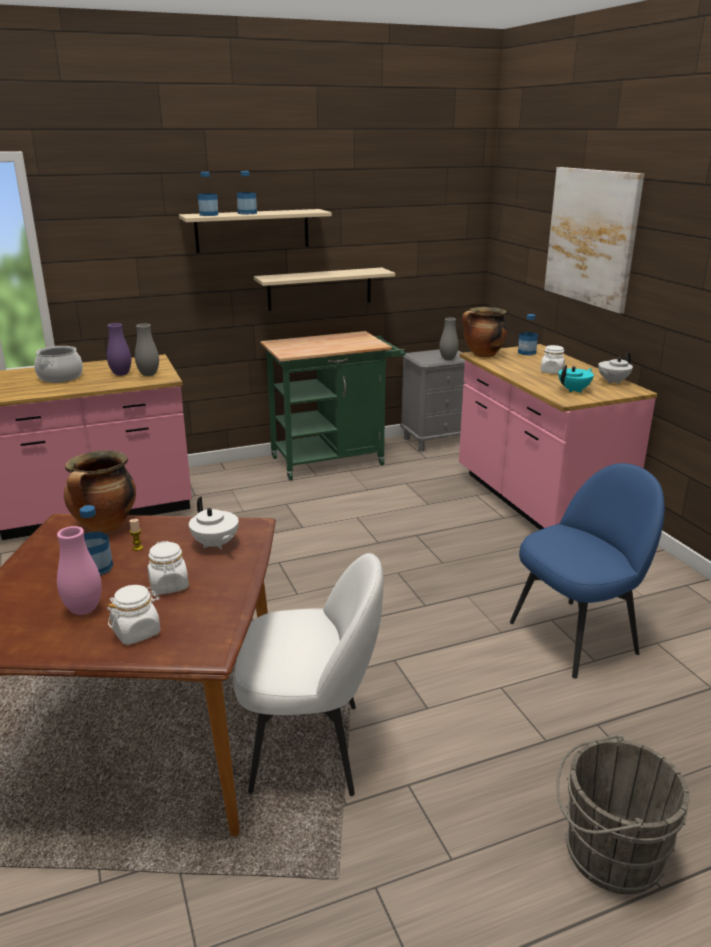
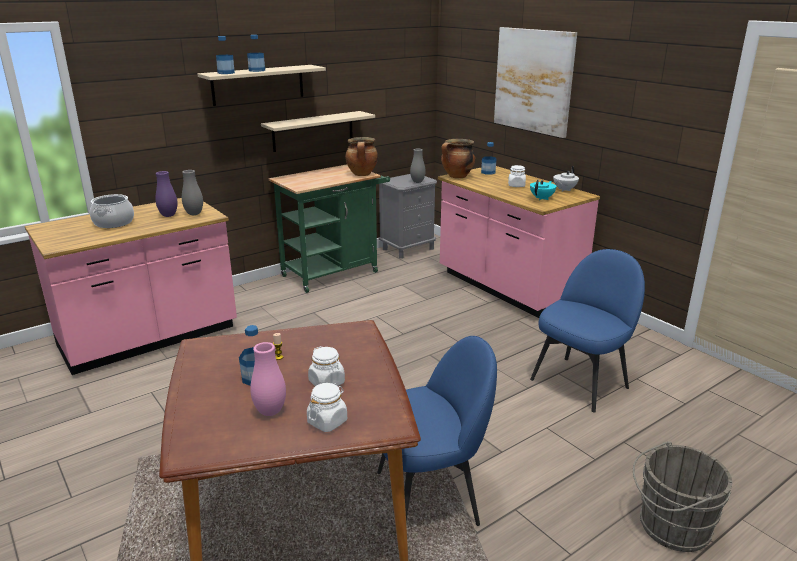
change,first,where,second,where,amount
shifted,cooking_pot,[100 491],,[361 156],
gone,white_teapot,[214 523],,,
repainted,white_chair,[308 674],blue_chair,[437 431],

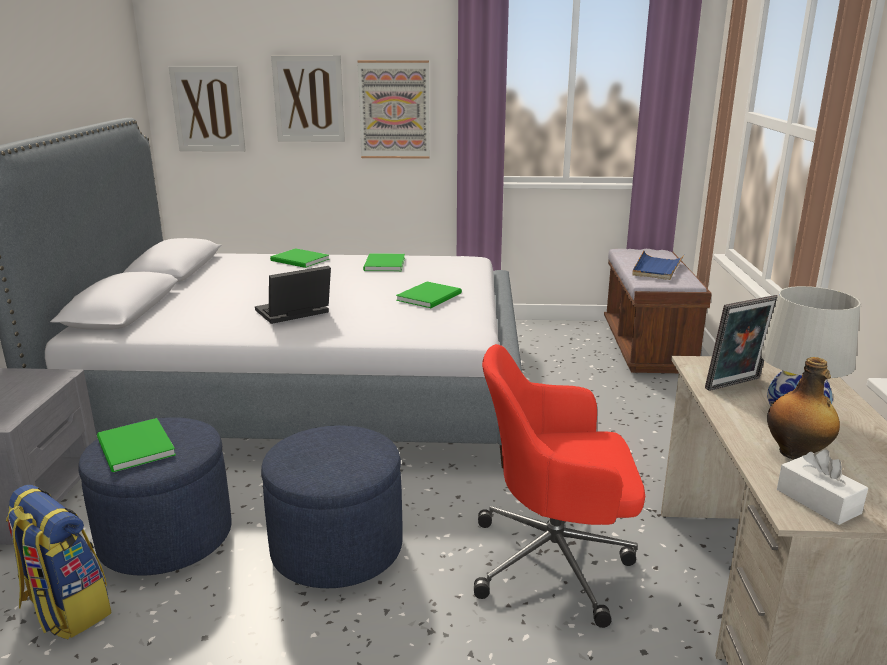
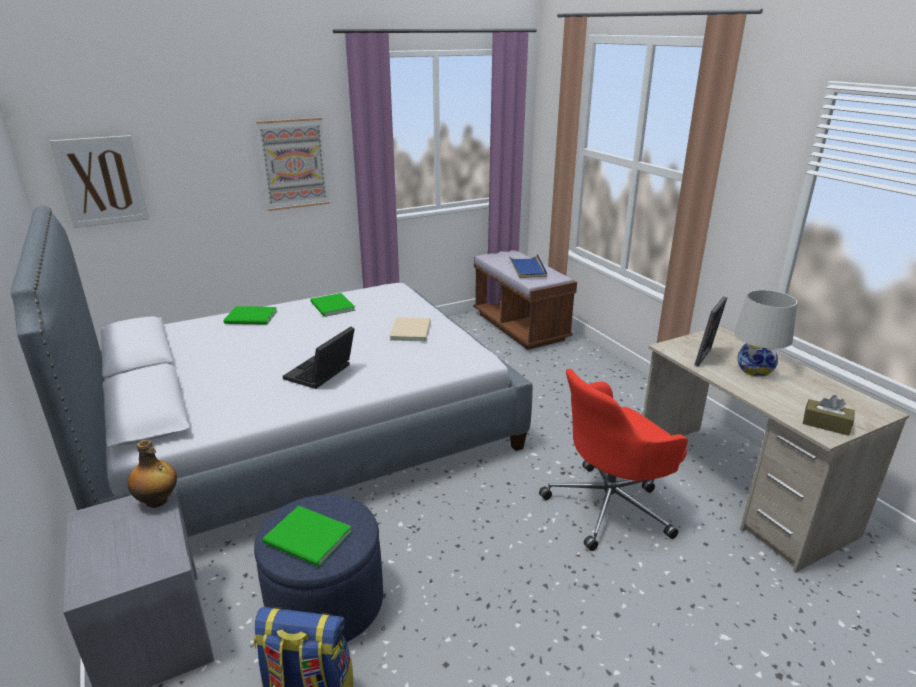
change,first,where,second,where,amount
gone,picture,[308 98],,,
repainted,green_book,[429 294],beige_book,[410 329],
shifted,bottle,[803 408],,[152 474],
gone,blue_ottoman,[331 506],,,
repainted,white_tissue_box,[822 487],brown_tissue_box,[829 415],

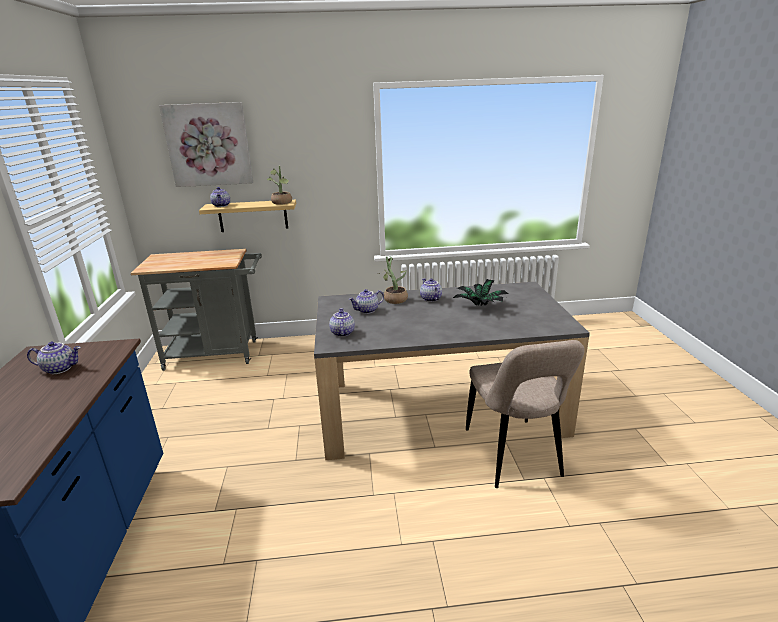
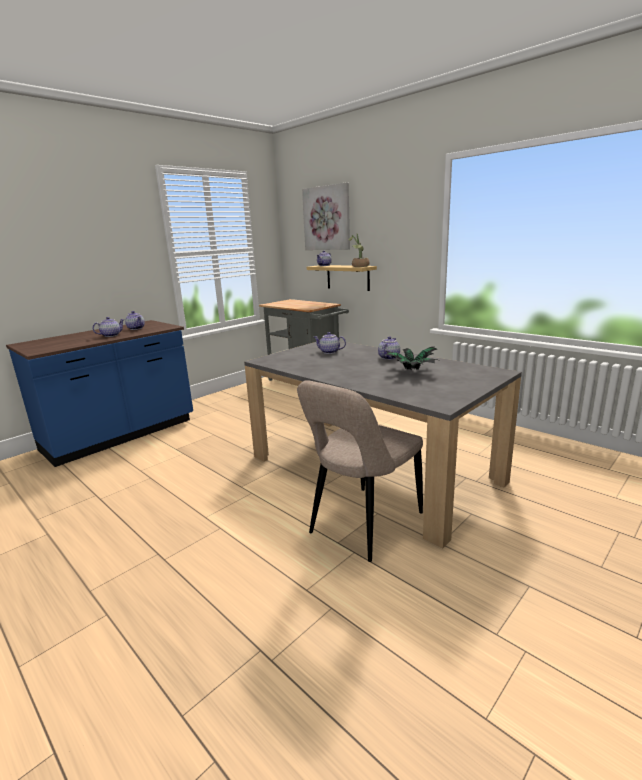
change,first,where,second,where,amount
gone,potted_plant,[393 280],,,
shifted,teapot,[342 322],,[108 327],

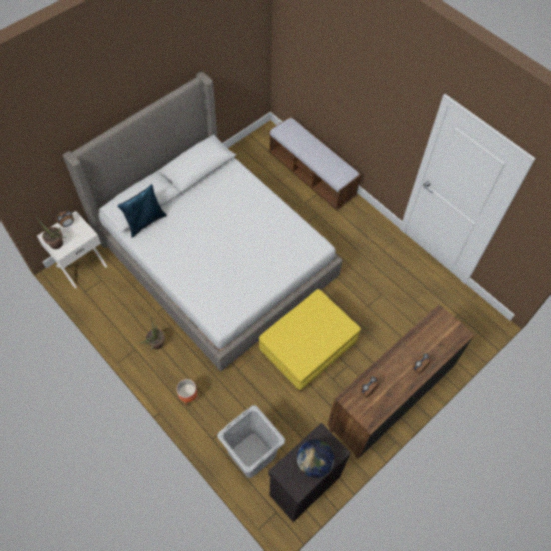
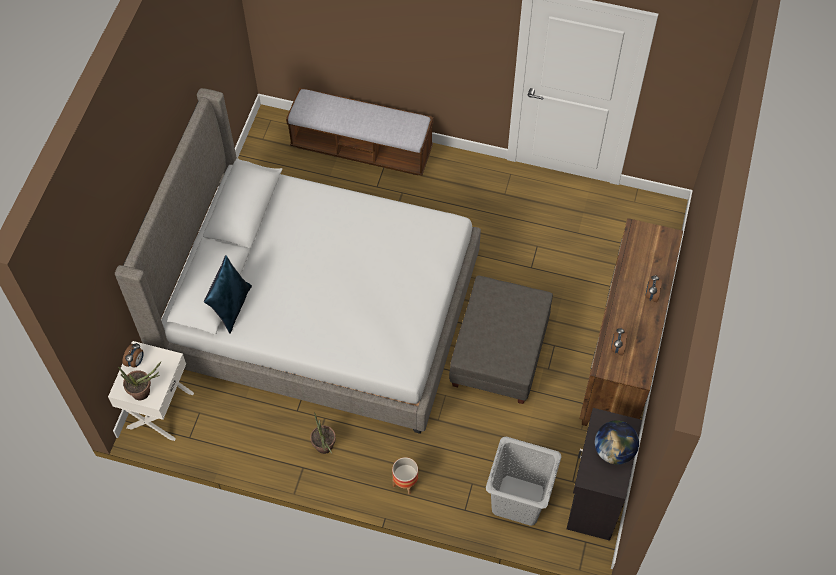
change,first,where,second,where,amount
repainted,yellow_ottoman,[310 340],grey_ottoman,[501 340],

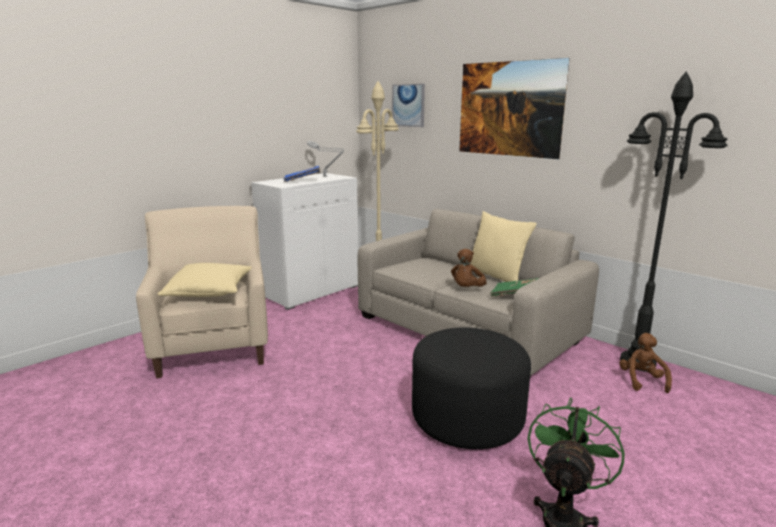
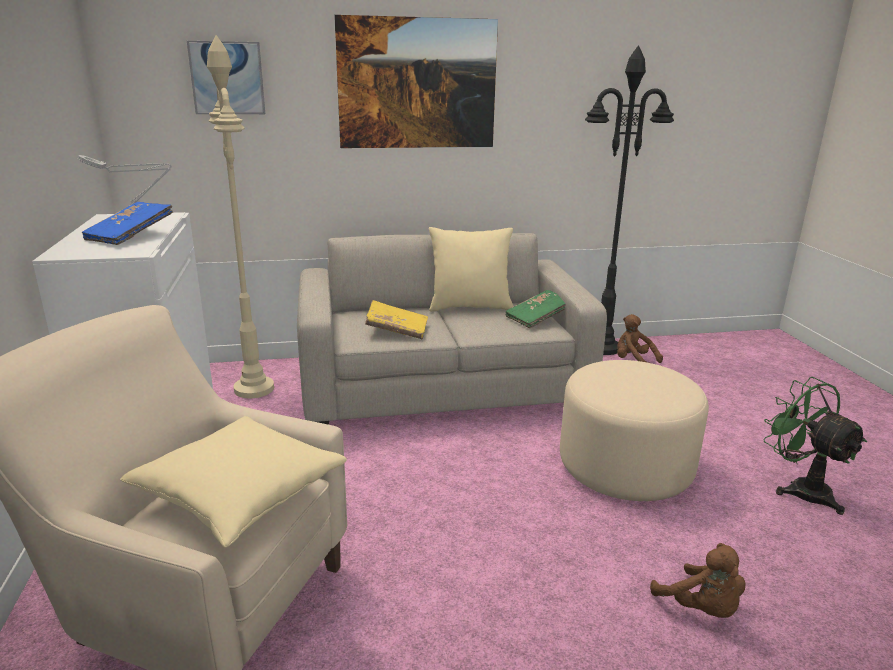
change,first,where,second,where,amount
shifted,brown_plush_toy,[469 268],,[698 580],
repainted,black_ottoman,[471 388],beige_ottoman,[634 430],
new,,,yellow_book,[396 319],

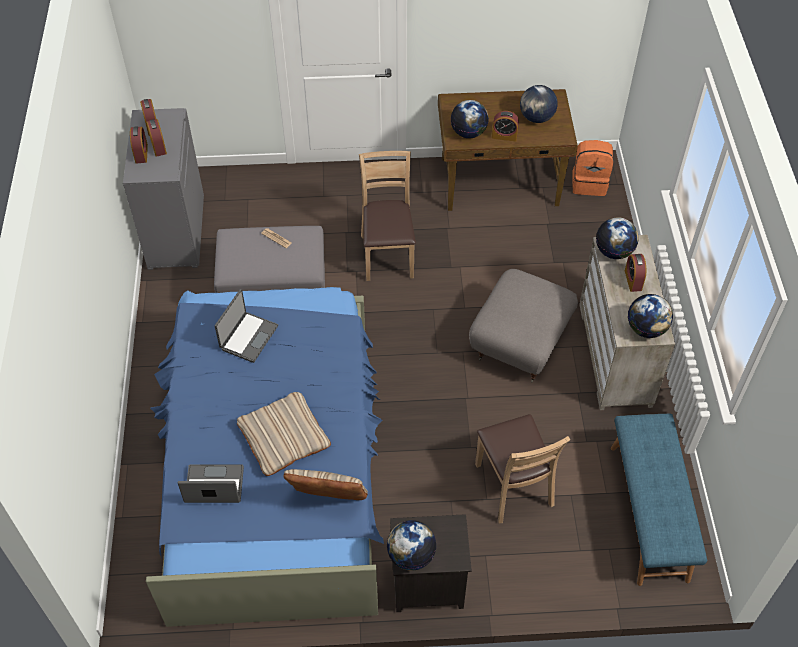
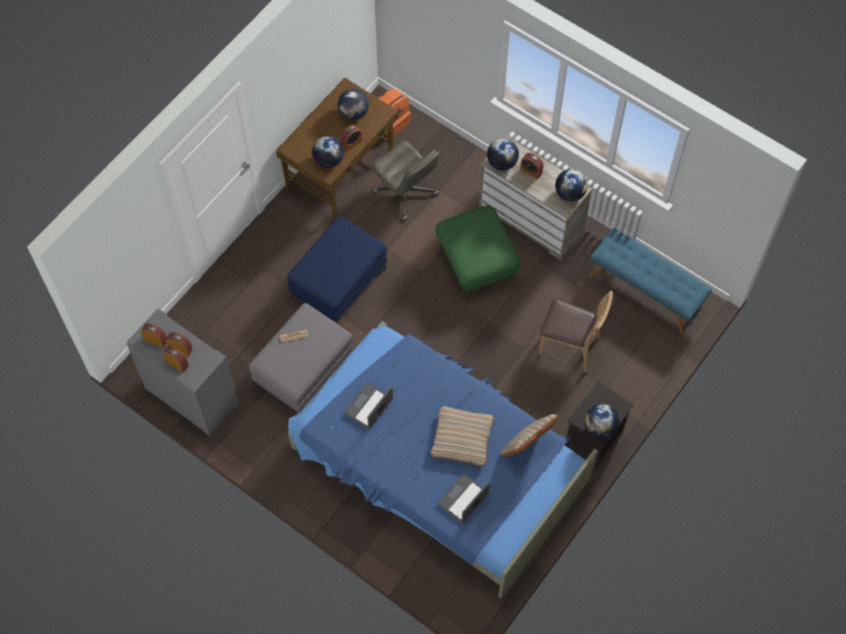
change,first,where,second,where,amount
swapped,brown_chair,[387 216],blue_ottoman,[337 270],
repainted,grey_ottoman,[523 326],green_ottoman,[478 250],
rotated,laptop,[246 326],,[368 406],120 degrees counterclockwise
new,,,grey_office_chair,[405 180],

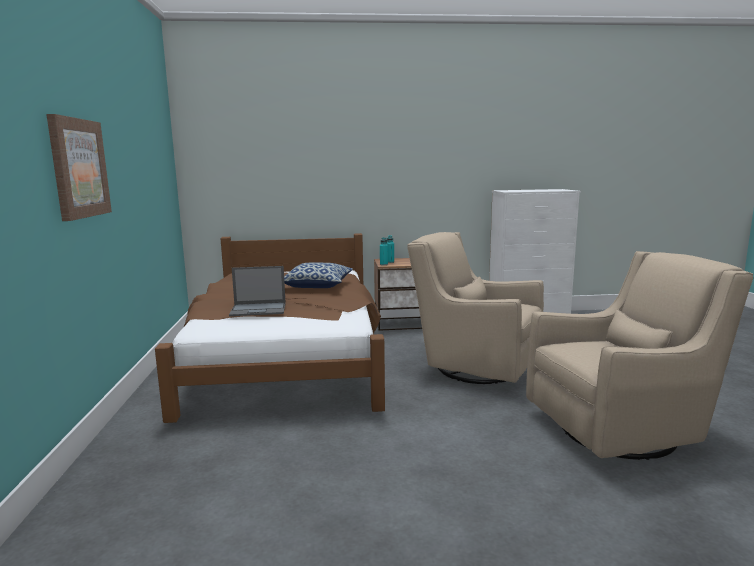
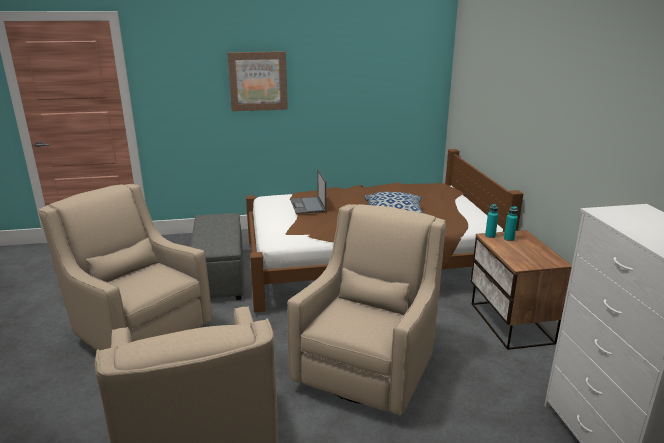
change,first,where,second,where,amount
new,,,beige_armchair,[125 267],
new,,,grey_ottoman,[217 256],

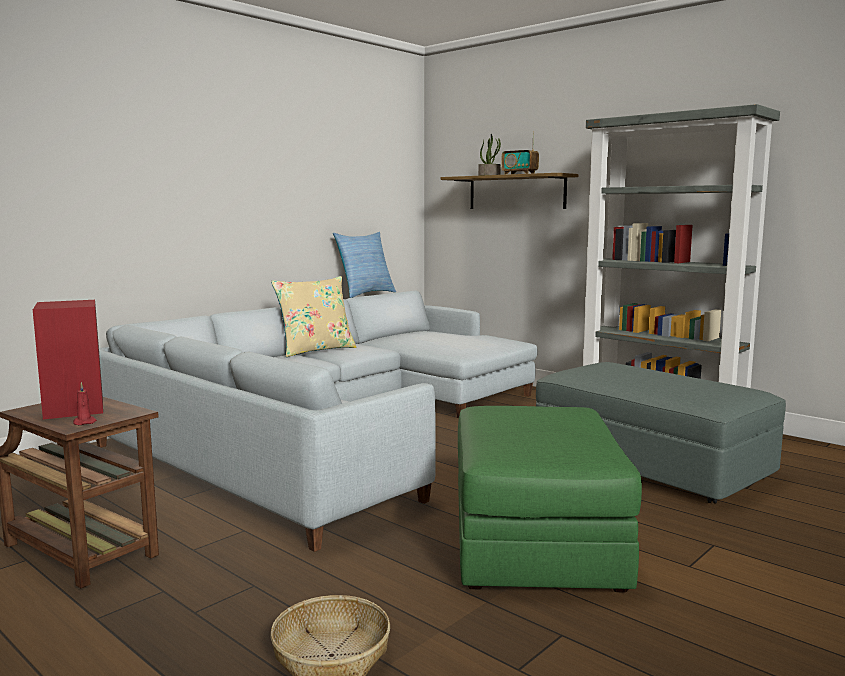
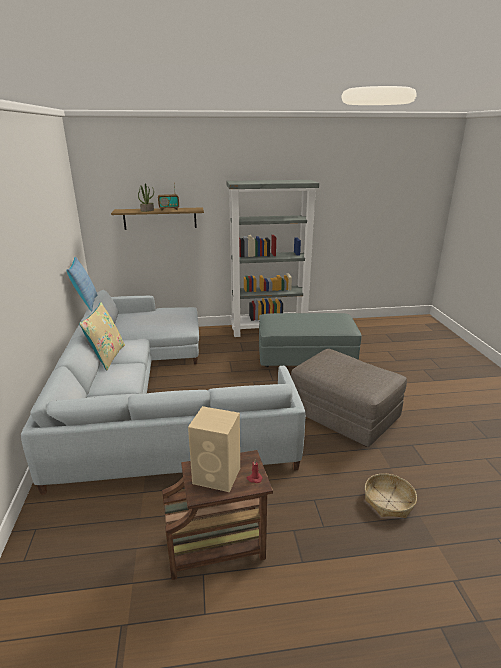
change,first,where,second,where,amount
repainted,red_speaker,[68 359],beige_speaker,[214 449],
repainted,green_ottoman,[550 499],grey_ottoman,[349 398],

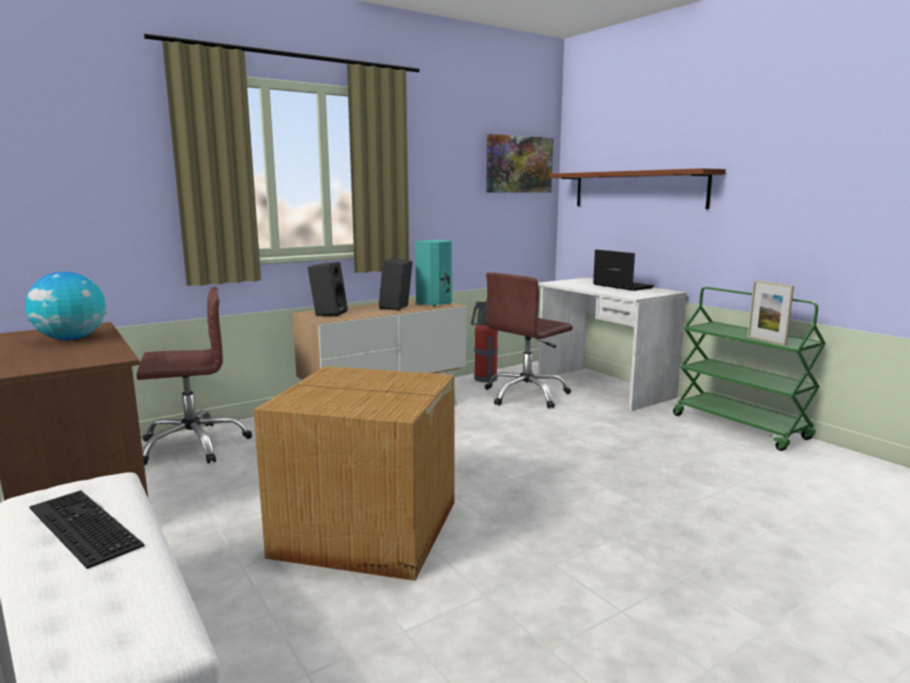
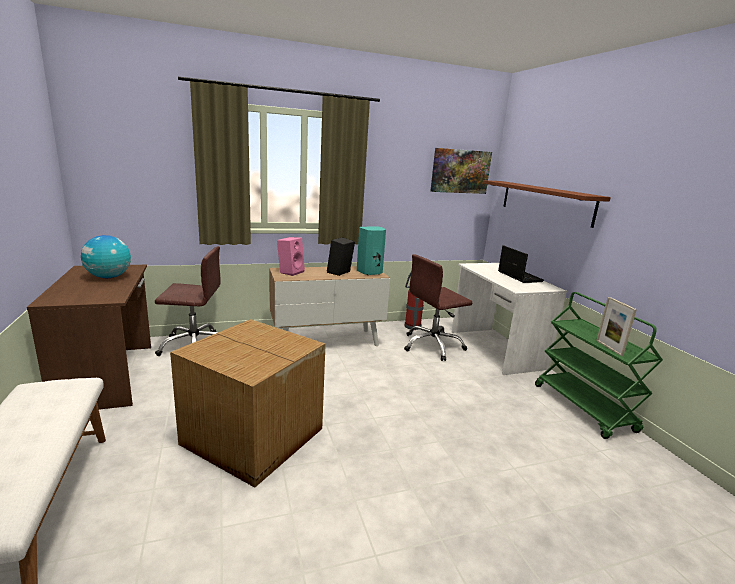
change,first,where,second,where,amount
repainted,black_speaker,[328 289],pink_speaker,[291 256],
gone,keyboard,[86 529],,,

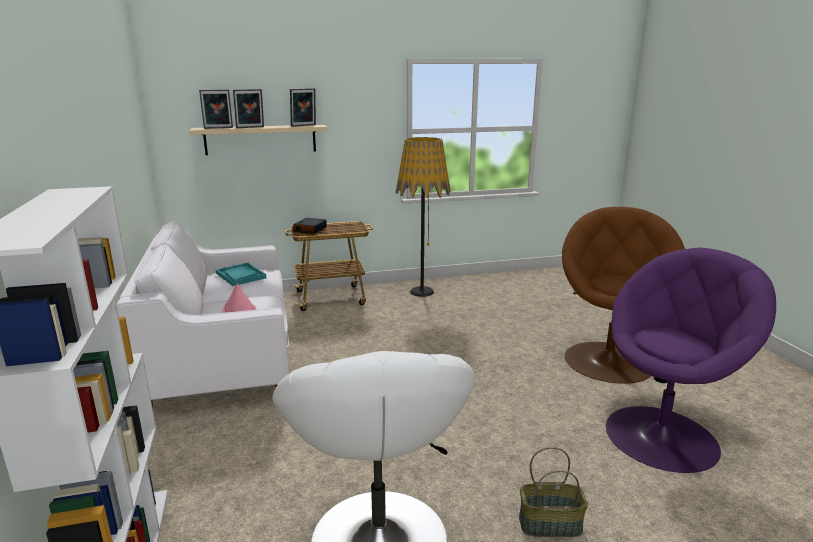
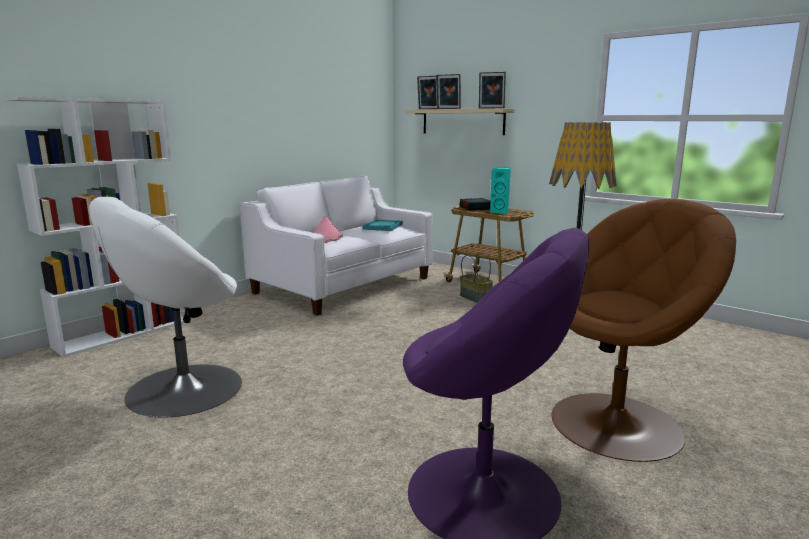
change,first,where,second,where,amount
shifted,basket,[553 492],,[476 278],
new,,,turquoise_speaker,[500 190],

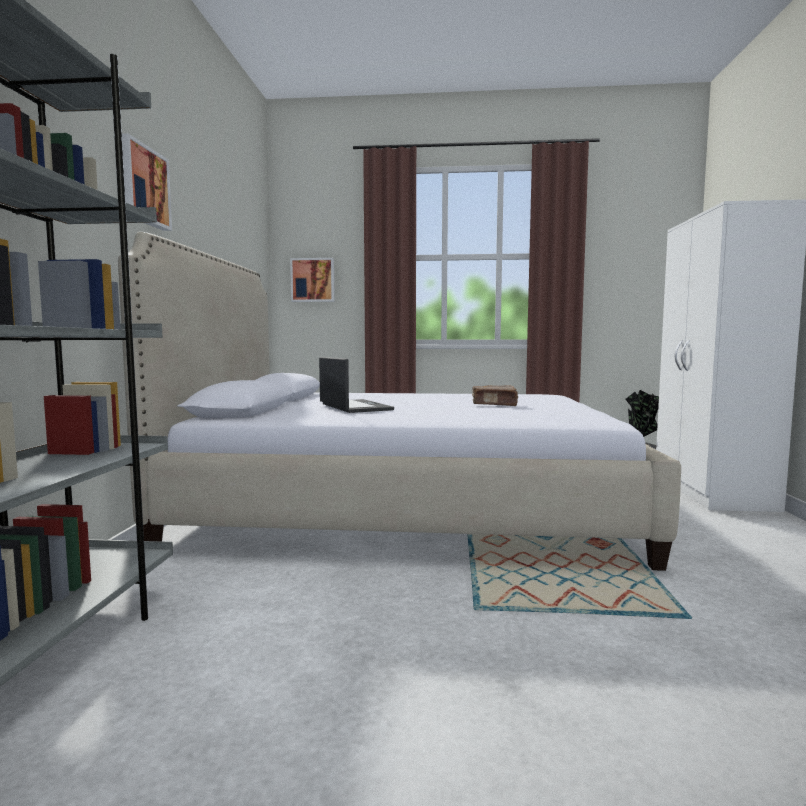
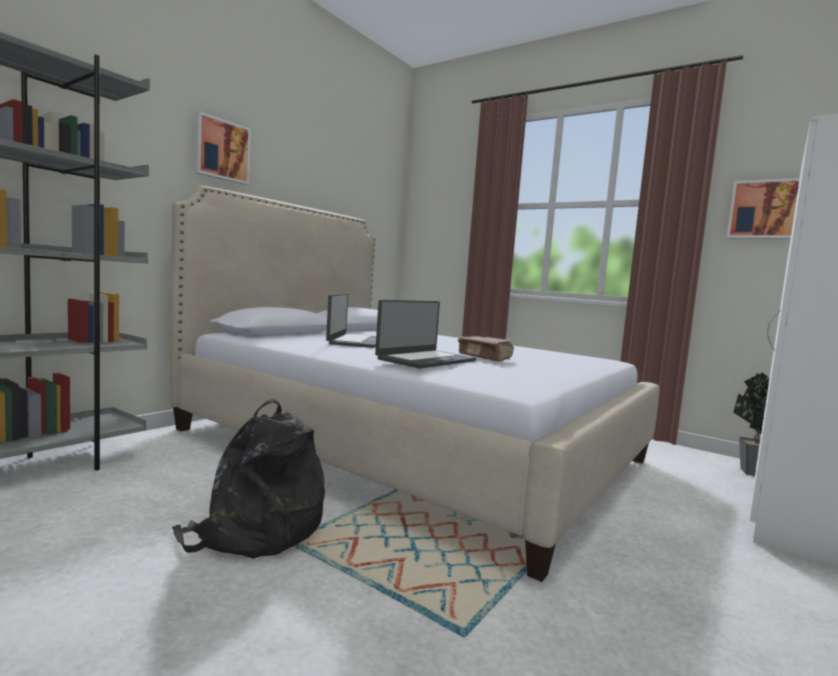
change,first,where,second,where,amount
shifted,picture,[312 280],,[763 208],
new,,,laptop,[425 334],
new,,,black_backpack,[248 478],

